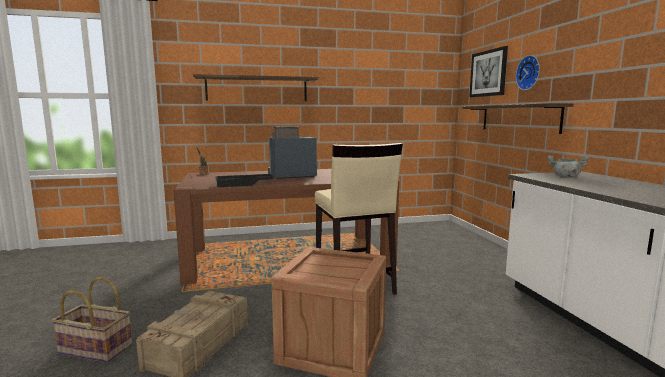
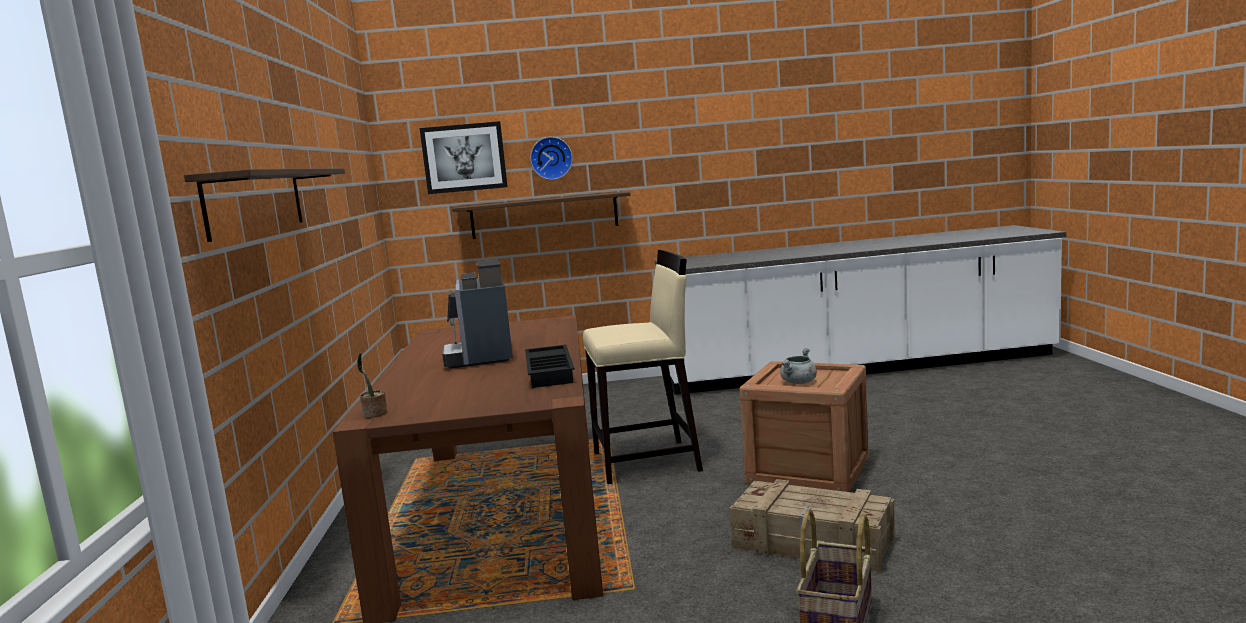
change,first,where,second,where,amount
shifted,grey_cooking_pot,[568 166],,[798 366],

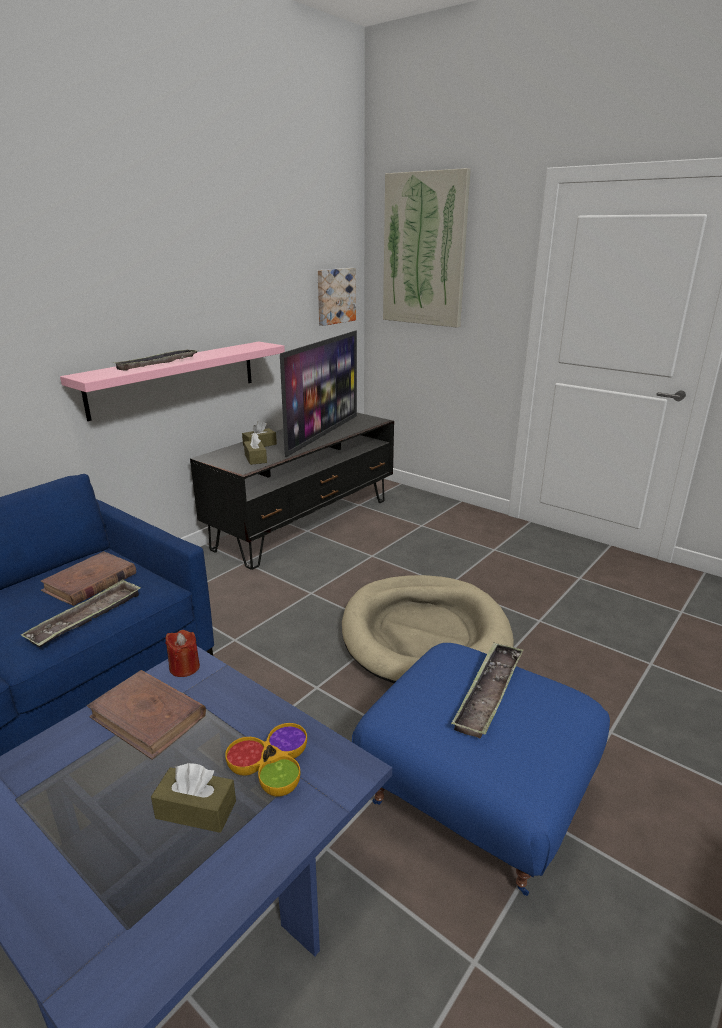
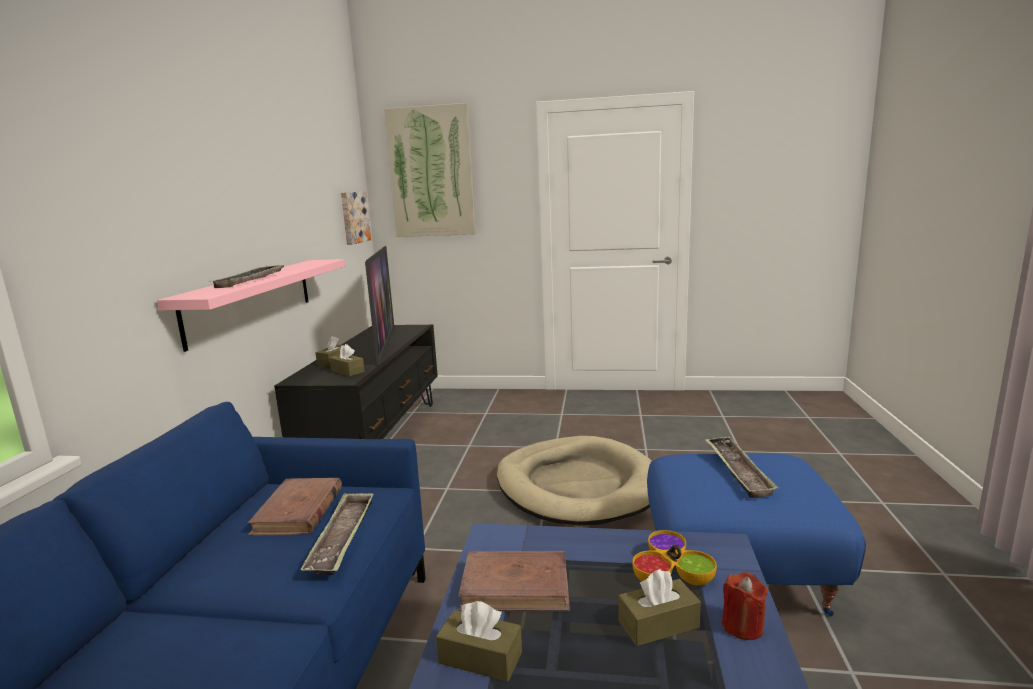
change,first,where,second,where,amount
shifted,red_candle,[182 653],,[745 606],
new,,,brown_tissue_box,[479 641],

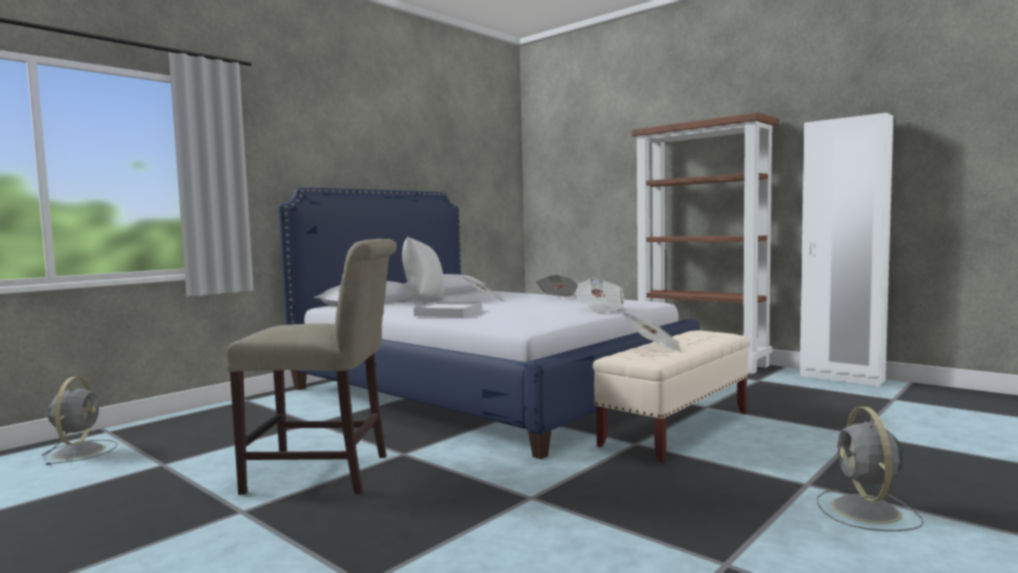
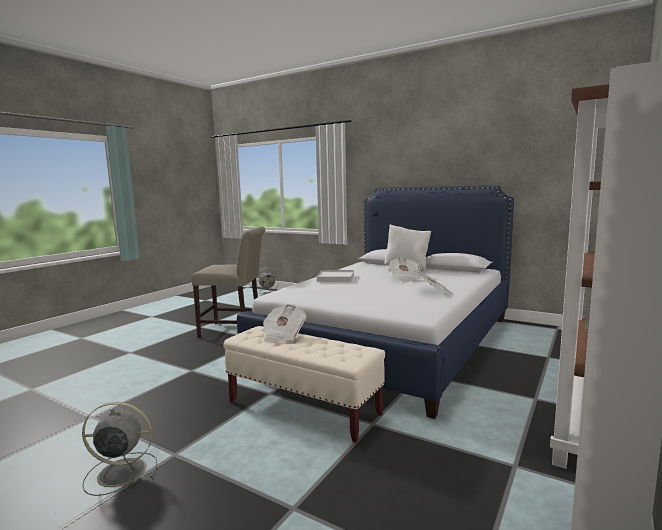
change,first,where,second,where,amount
rotated,beige_chair,[312 367],,[228 282],75 degrees counterclockwise
gone,newspaper,[599 295],,,

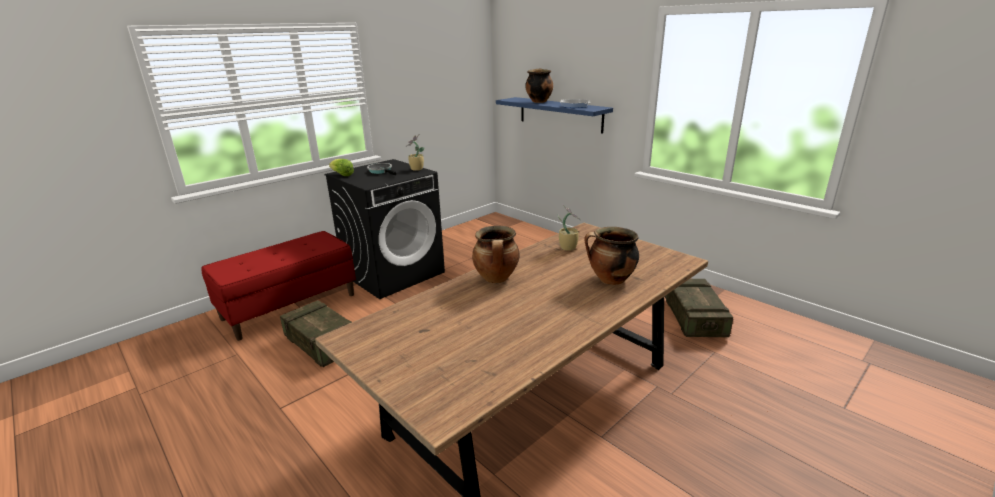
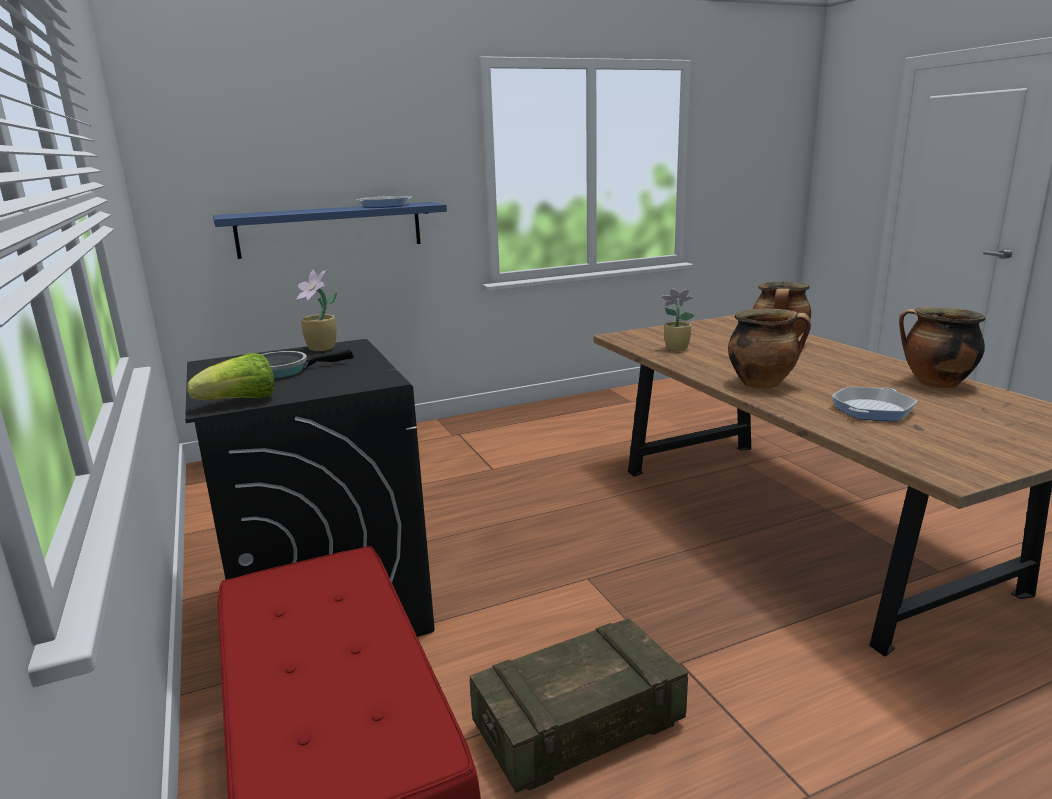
change,first,where,second,where,amount
shifted,cooking_pot,[539 86],,[942 347],
gone,crate,[699 308],,,
new,,,frying_pan,[874 404],

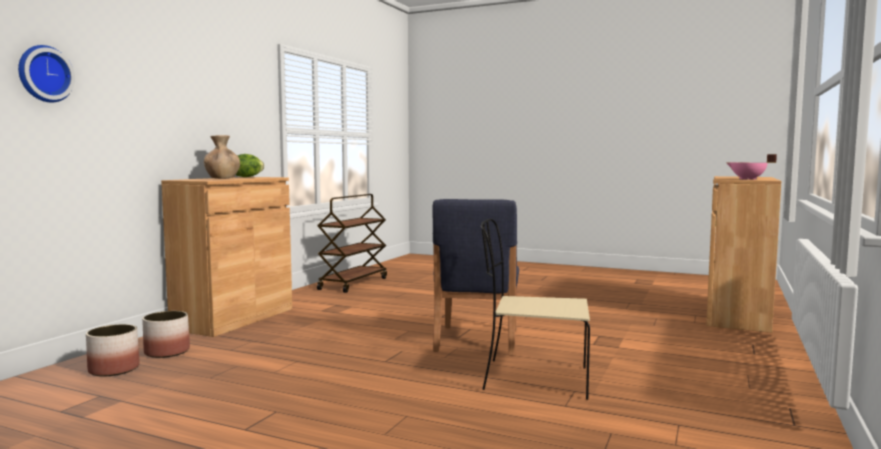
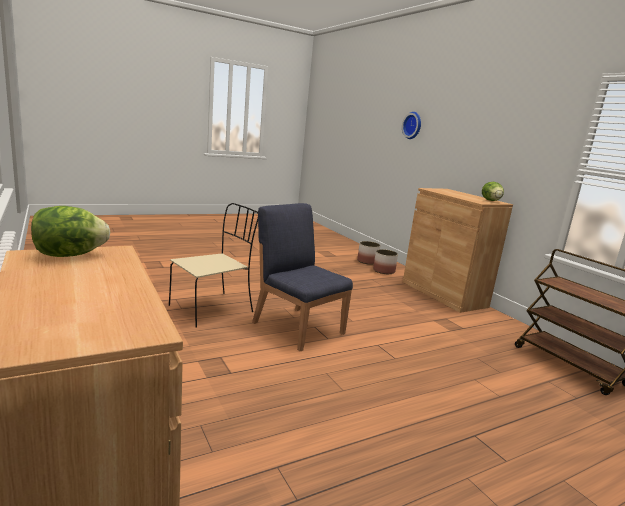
change,first,where,second,where,amount
gone,brown_vase,[222 157],,,
swapped,pink_cooking_pot,[751 167],lettuce,[70 231],

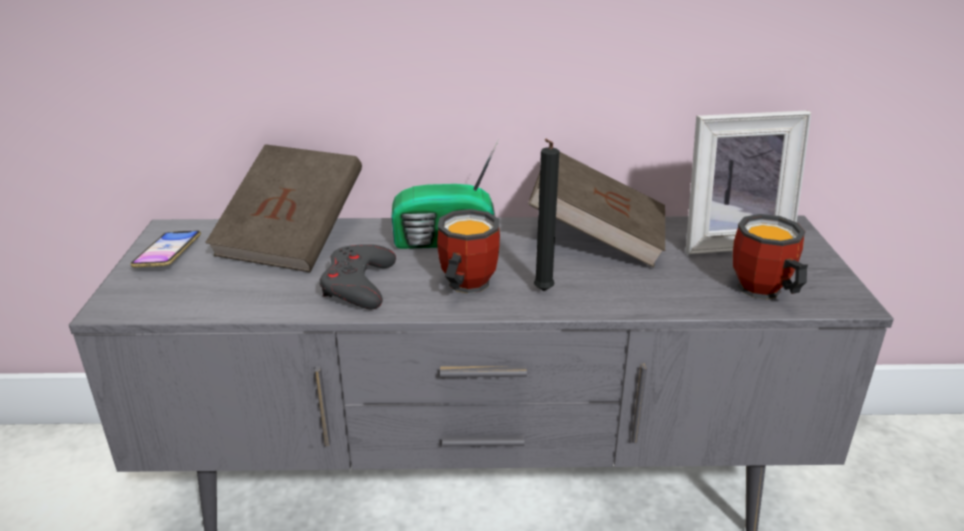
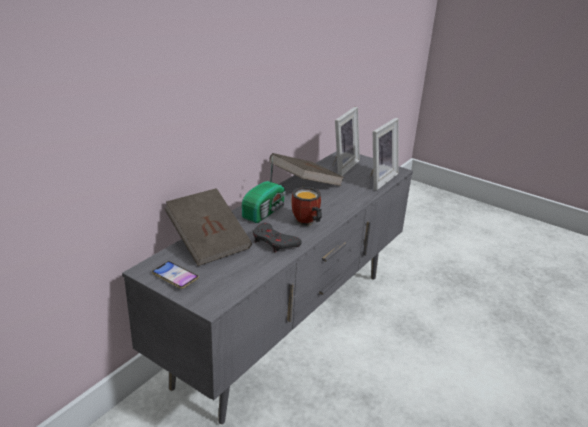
change,first,where,second,where,amount
gone,black_candle,[547 215],,,
swapped,mug,[770 257],picture_frame,[384 154],

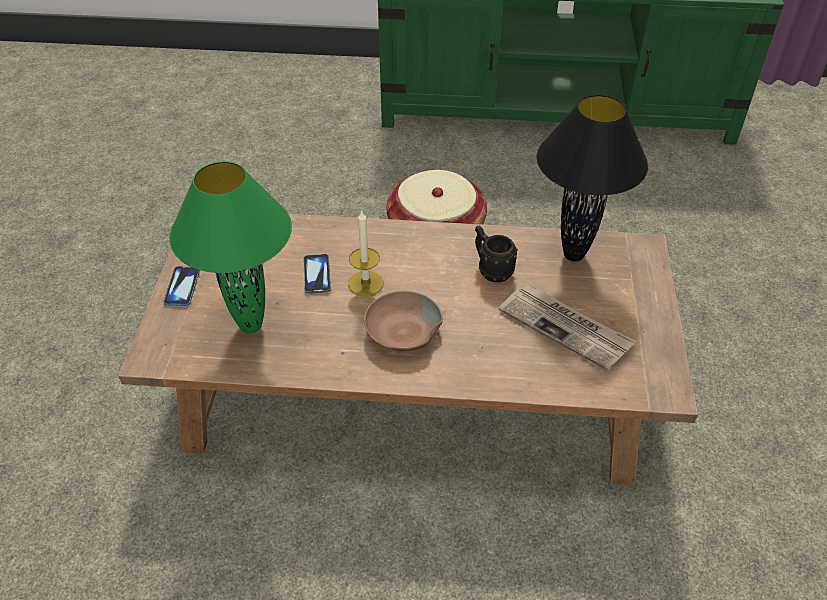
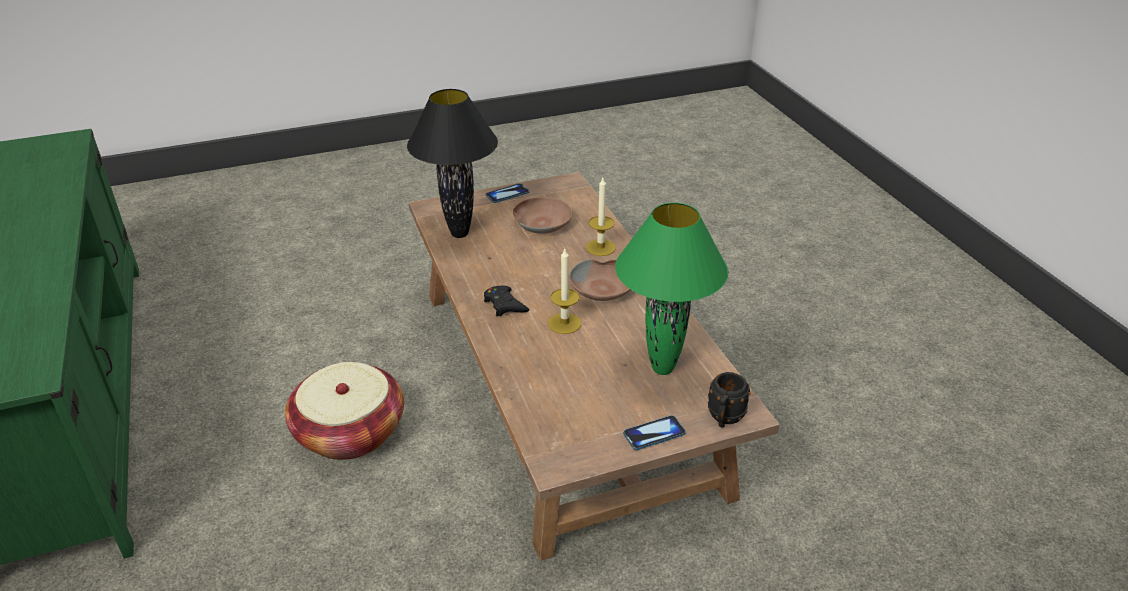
change,first,where,second,where,amount
shifted,black_mug,[496 254],,[729 400],
shifted,phone,[317 274],,[507 193],
swapped,newspaper,[567 327],brown_bowl,[543 215],
new,,,candle,[601 217],
new,,,black_game_controller,[506 300],

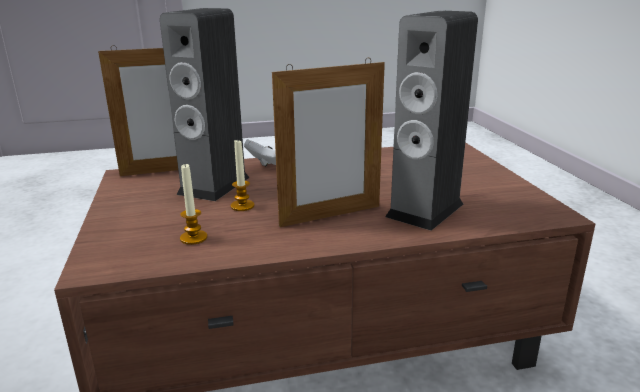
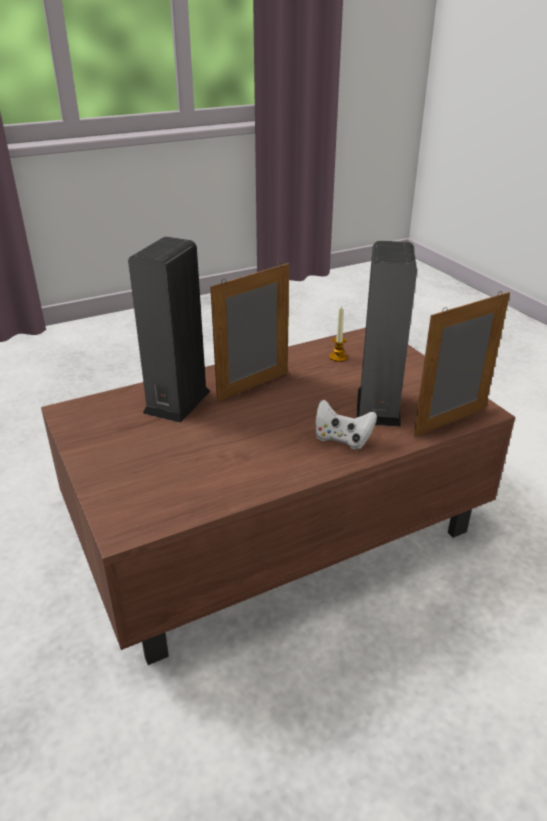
change,first,where,second,where,amount
gone,candle,[242 174],,,

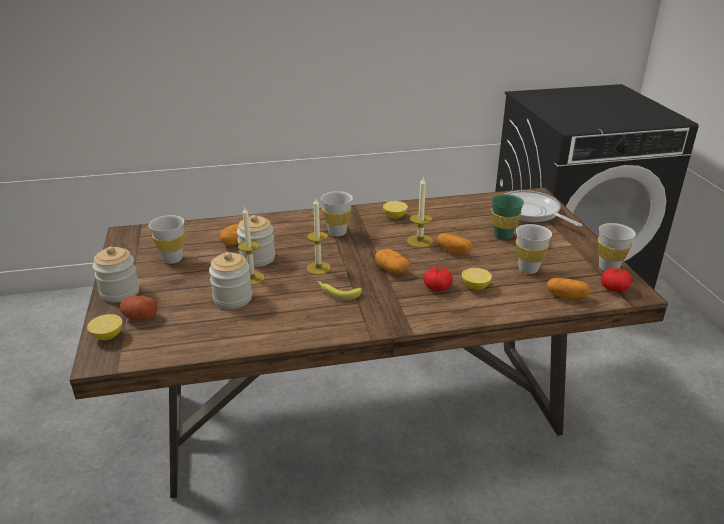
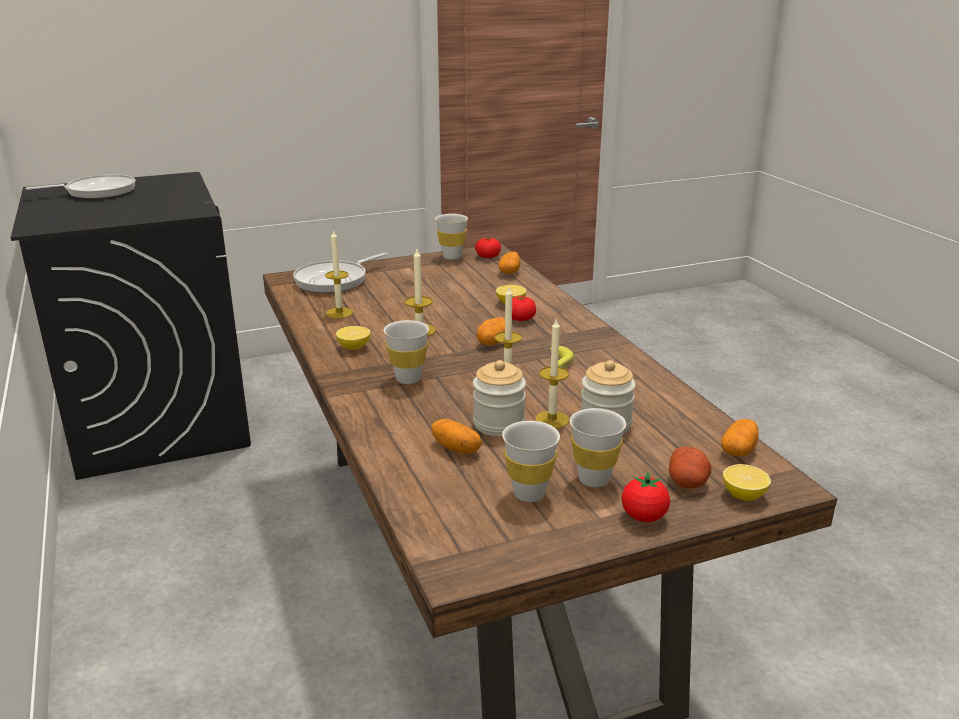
change,first,where,second,where,amount
gone,green_cup,[507 217],,,
shifted,white_cup,[534 249],,[598 448],
shifted,potato,[455 243],,[740 438],
swapped,jar,[116 274],tomato,[646 497],
new,,,frying_pan,[80 186],
new,,,candle,[339 274],

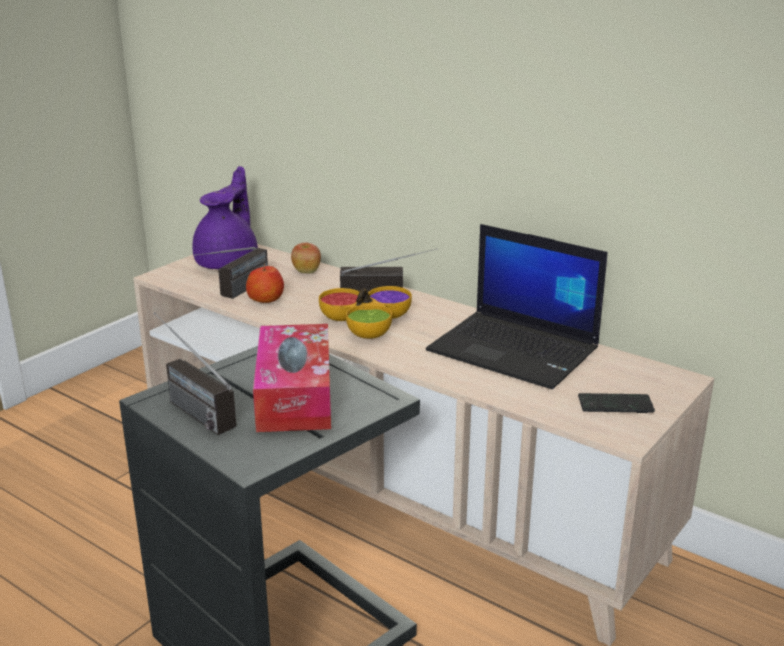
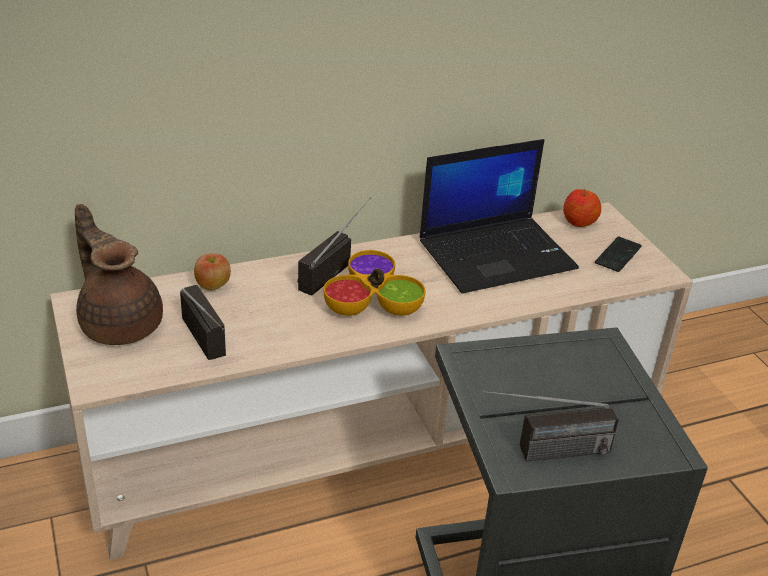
change,first,where,second,where,amount
repainted,purple_teapot,[225 217],brown_teapot,[119 274],
shifted,apple,[265 283],,[582 208],
gone,tissue_box,[292 378],,,

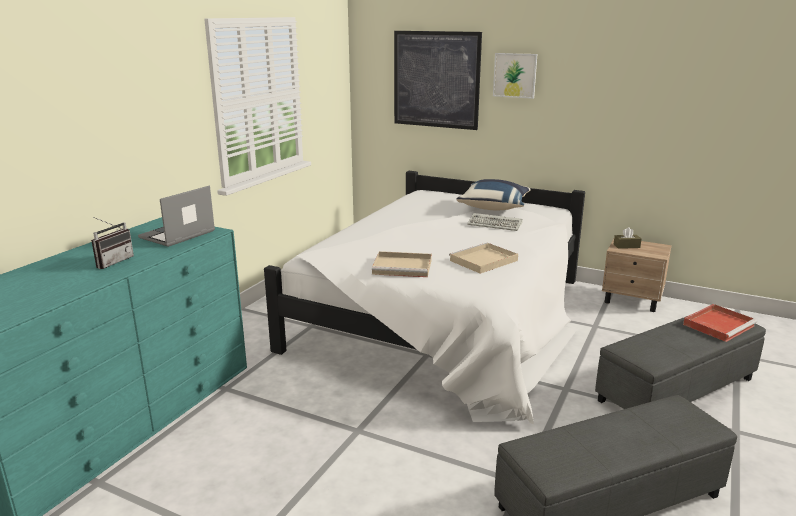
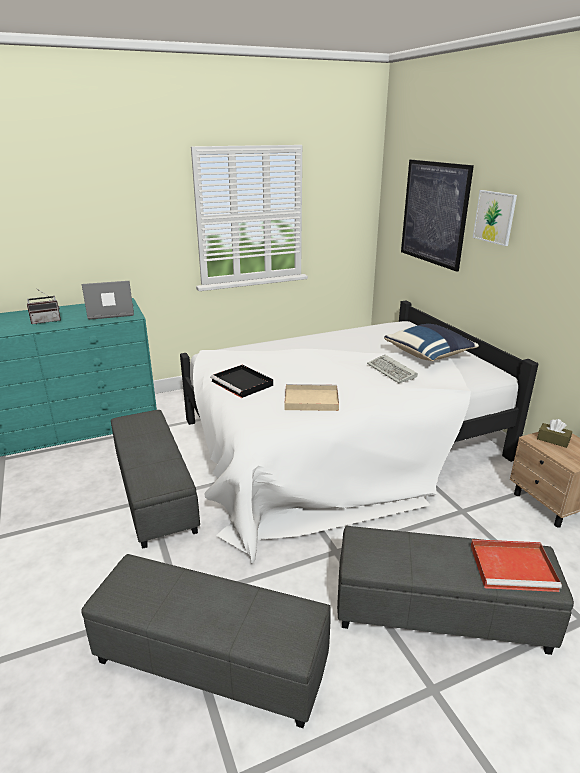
change,first,where,second,where,amount
repainted,beige_tray,[402 264],black_tray,[241 381],
new,,,grey_ottoman,[155 479],

